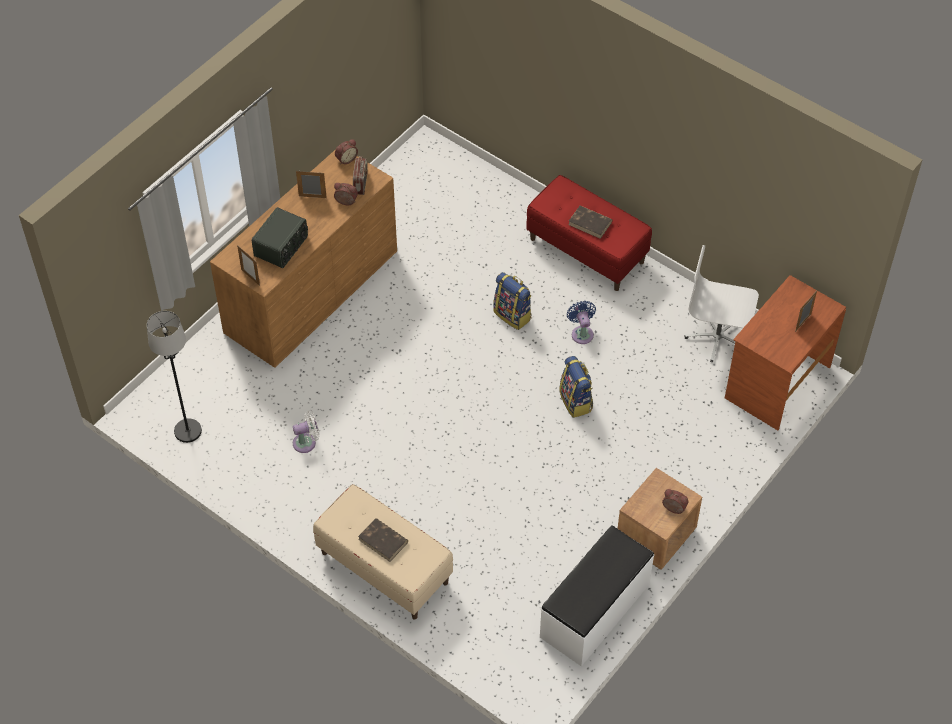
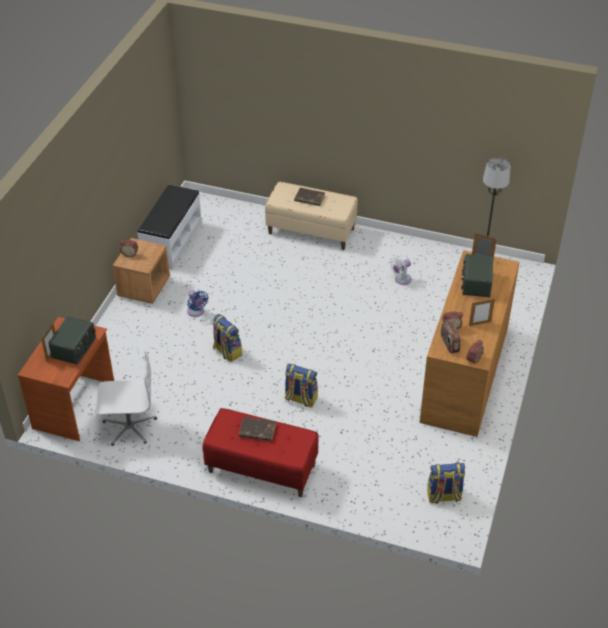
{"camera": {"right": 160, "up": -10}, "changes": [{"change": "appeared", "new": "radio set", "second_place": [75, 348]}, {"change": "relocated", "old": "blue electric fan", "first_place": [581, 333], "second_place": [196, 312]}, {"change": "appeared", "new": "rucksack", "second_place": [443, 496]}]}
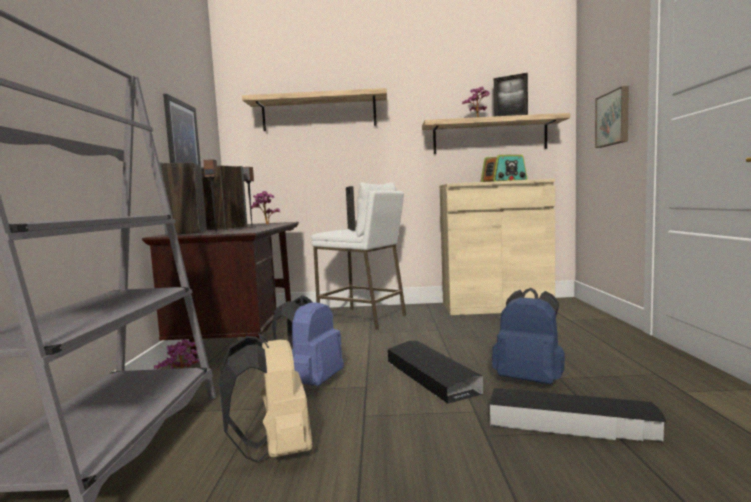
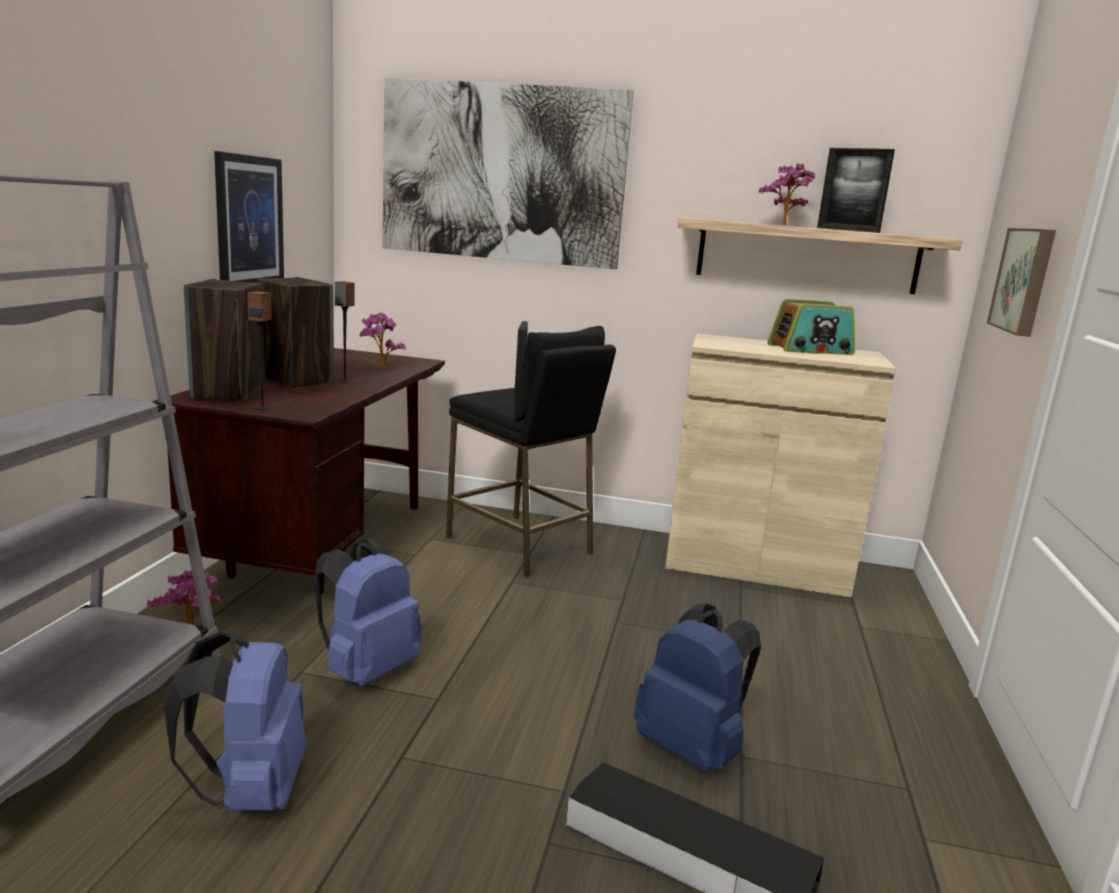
{"camera": {"right": 10, "up": 10}, "changes": [{"change": "colour", "old": "beige rucksack", "new": "blue rucksack", "first_place": [276, 451], "second_place": [249, 791]}, {"change": "exchanged", "old": "bracket shelf", "new": "wall picture", "first_place": [319, 113], "second_place": [502, 173]}, {"change": "colour", "old": "white-coloured stool", "new": "blackish stool", "first_place": [363, 319], "second_place": [520, 545]}, {"change": "missing", "old": "blackish storage bin", "first_place": [430, 376]}]}
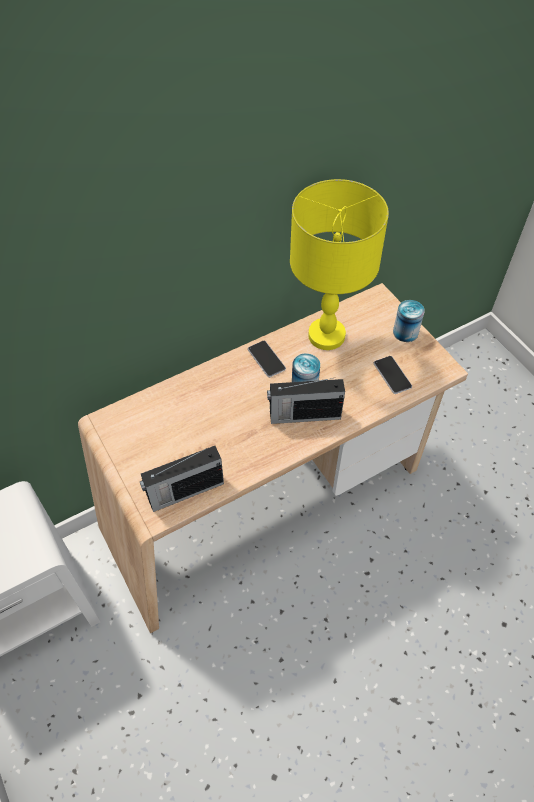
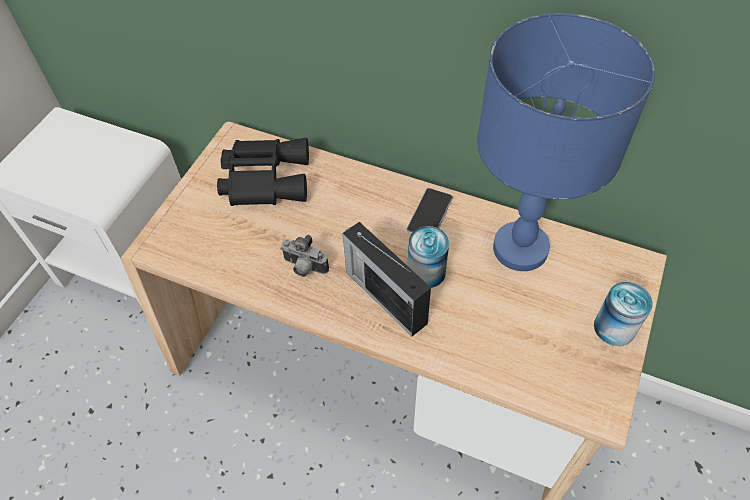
{"camera": {"right": 55, "up": 0}, "changes": [{"change": "appeared", "new": "blackish binoculars", "second_place": [264, 177]}, {"change": "appeared", "new": "still camera", "second_place": [304, 268]}, {"change": "colour", "old": "yellow tabletop lamp", "new": "blue tabletop lamp", "first_place": [326, 336], "second_place": [519, 249]}, {"change": "missing", "old": "radio set", "first_place": [184, 491]}, {"change": "missing", "old": "telephone", "first_place": [392, 375]}]}
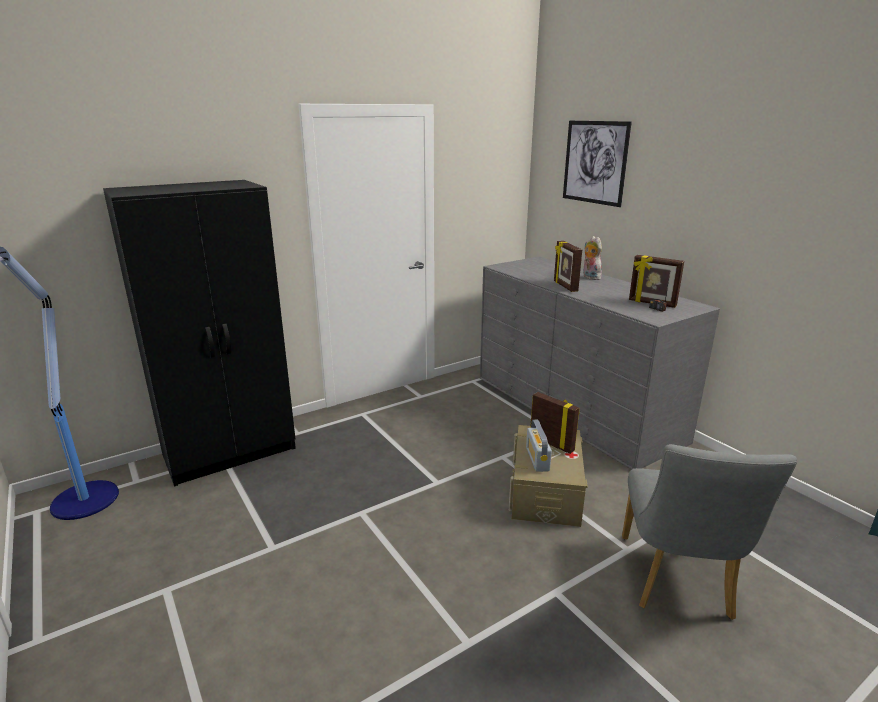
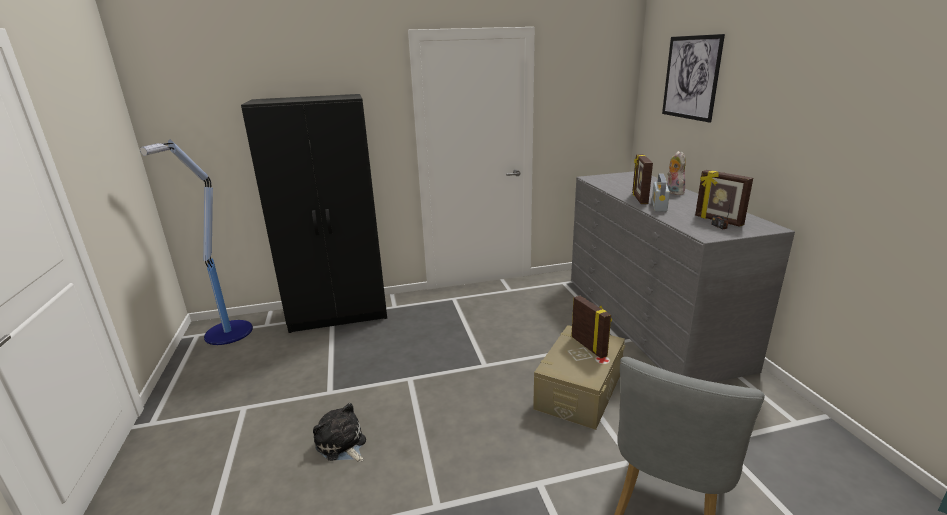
{"camera": {"right": 20, "up": 0}, "changes": [{"change": "appeared", "new": "plush toy", "second_place": [342, 445]}, {"change": "relocated", "old": "radio set", "first_place": [537, 459], "second_place": [659, 206]}]}
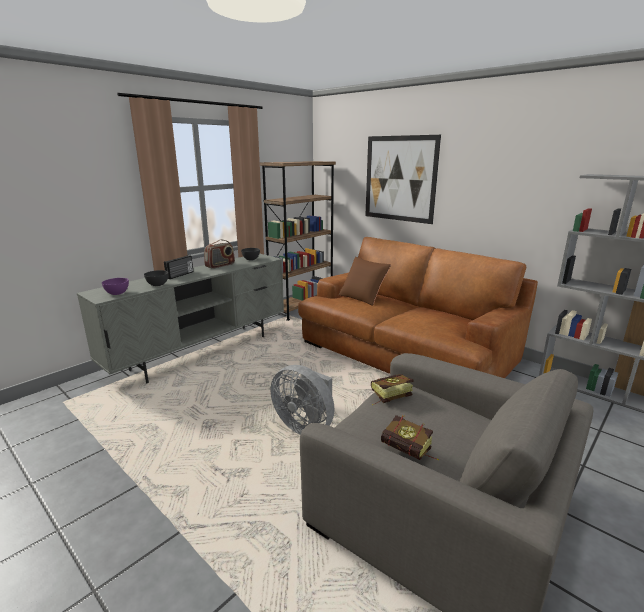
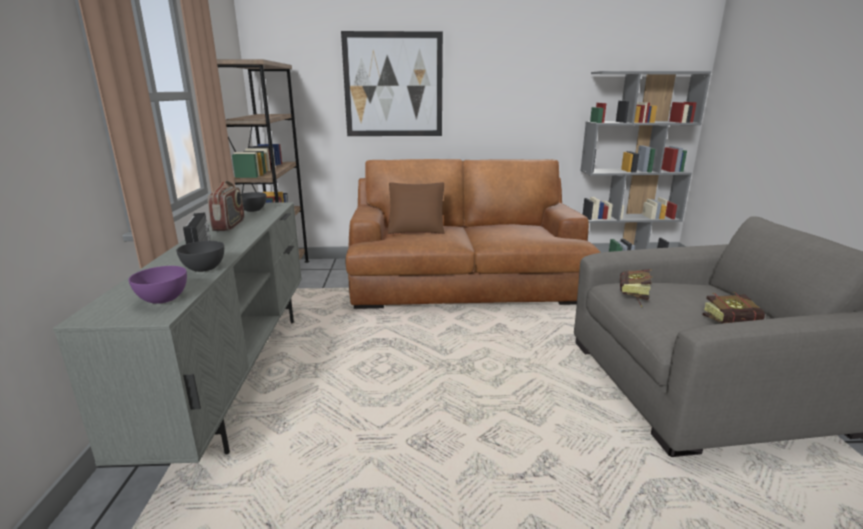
{"camera": {"right": -45, "up": 0}, "changes": [{"change": "missing", "old": "greyish electric fan", "first_place": [305, 425]}]}
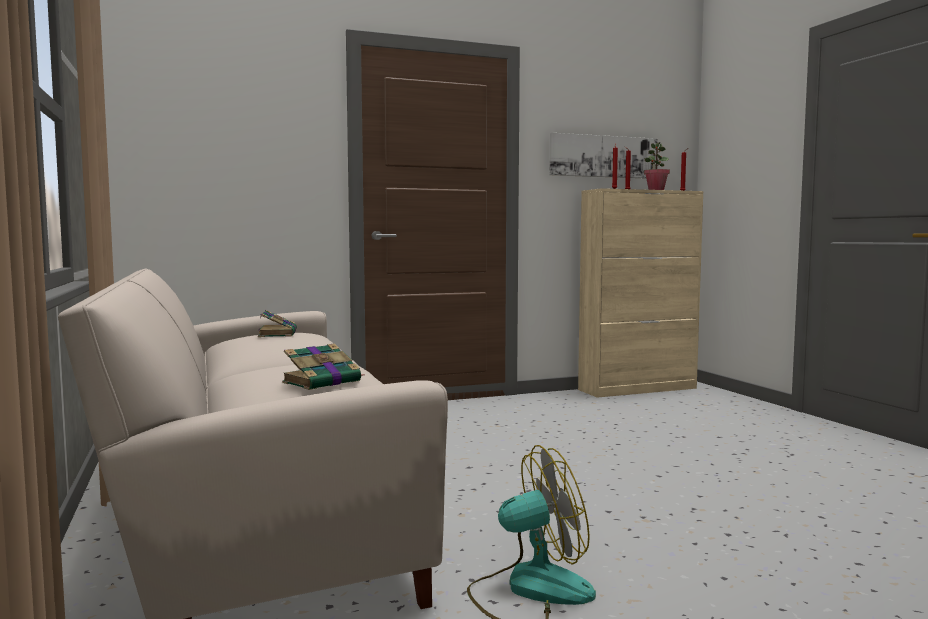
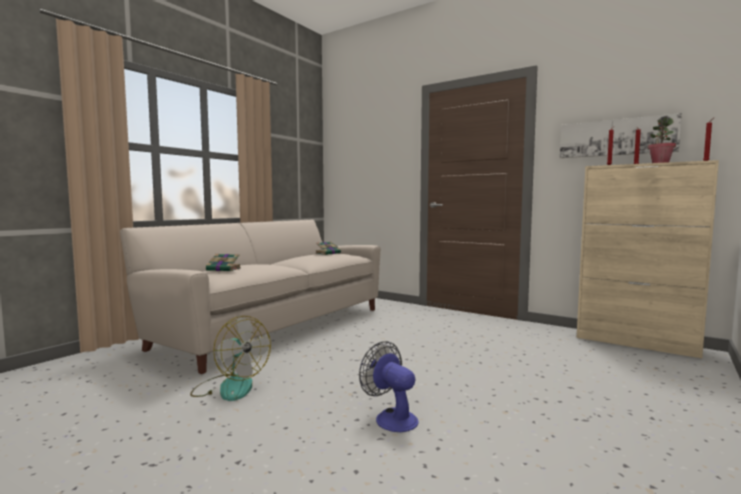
{"camera": {"right": 55, "up": 0}, "changes": [{"change": "appeared", "new": "electric fan", "second_place": [391, 417]}]}
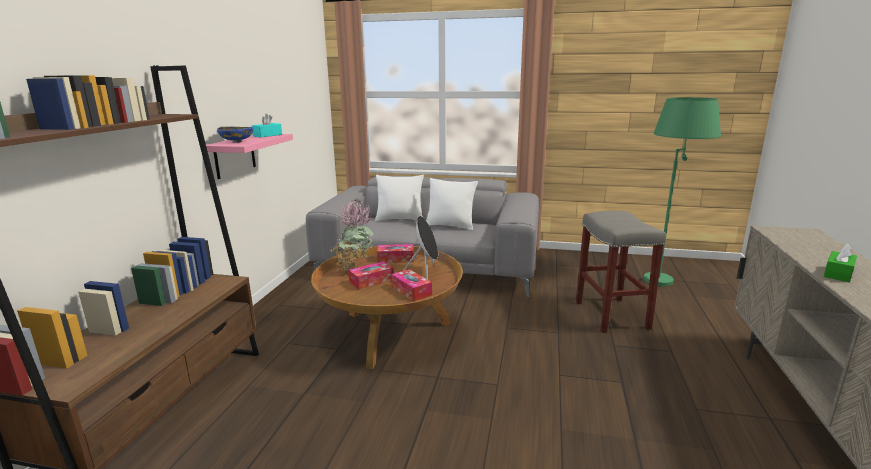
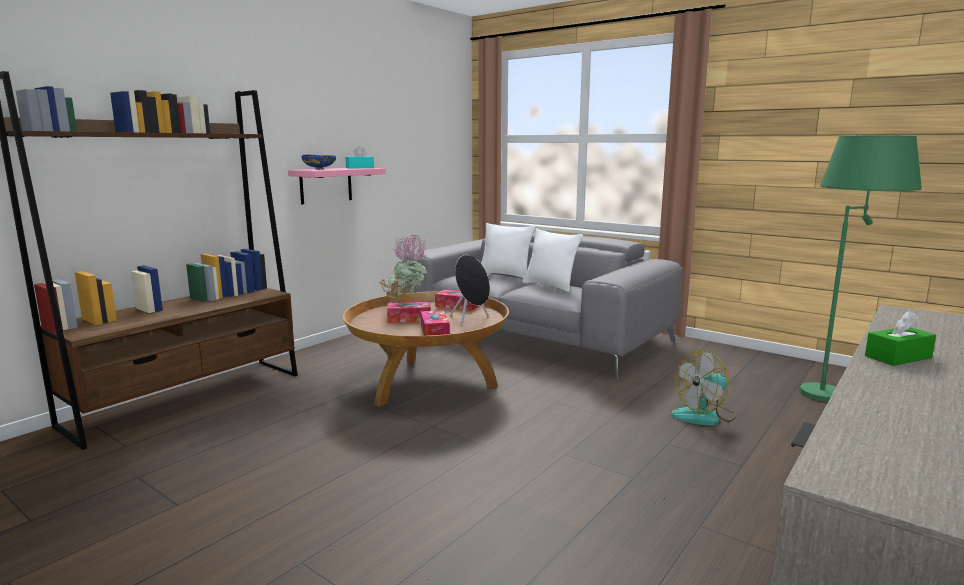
{"camera": {"right": 25, "up": -5}, "changes": [{"change": "exchanged", "old": "greyish stool", "new": "electric fan", "first_place": [612, 315], "second_place": [704, 416]}]}
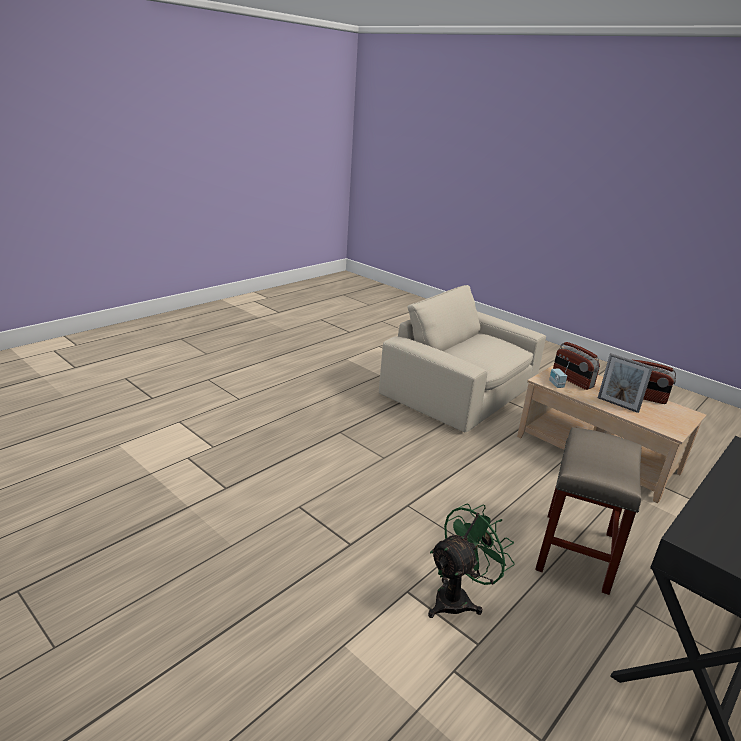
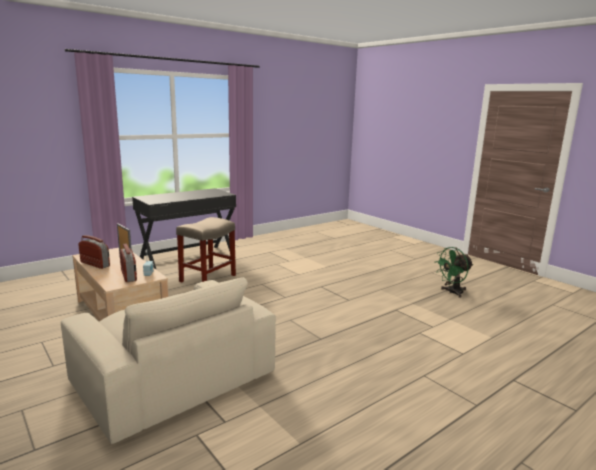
{"camera": {"right": -170, "up": -10}, "changes": [{"change": "relocated", "old": "green electric fan", "first_place": [458, 598], "second_place": [452, 292]}]}
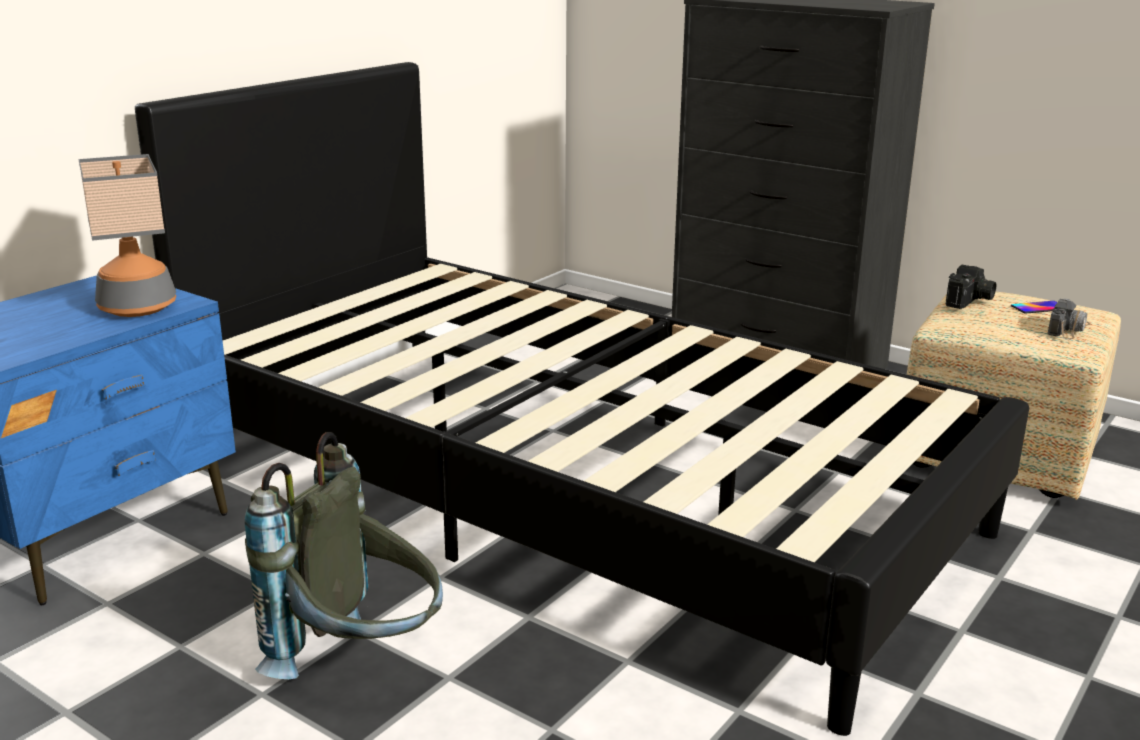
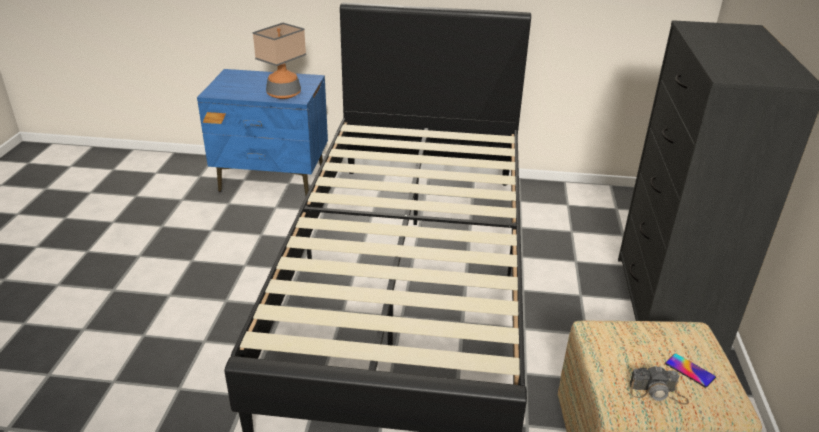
{"camera": {"right": 60, "up": 10}, "changes": [{"change": "missing", "old": "greyish rucksack", "first_place": [360, 661]}, {"change": "missing", "old": "still camera", "first_place": [970, 301]}]}
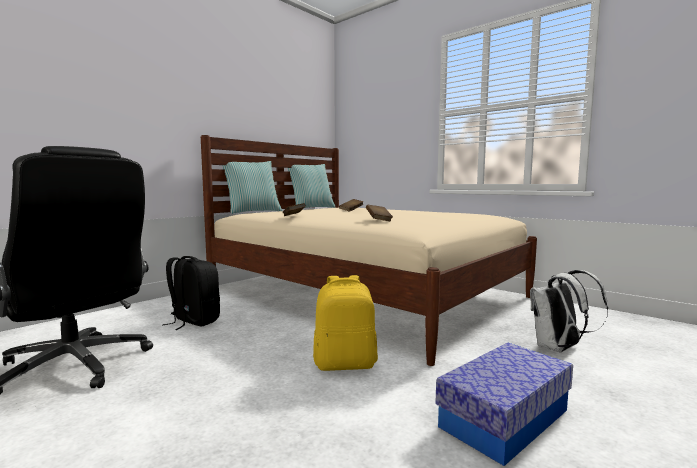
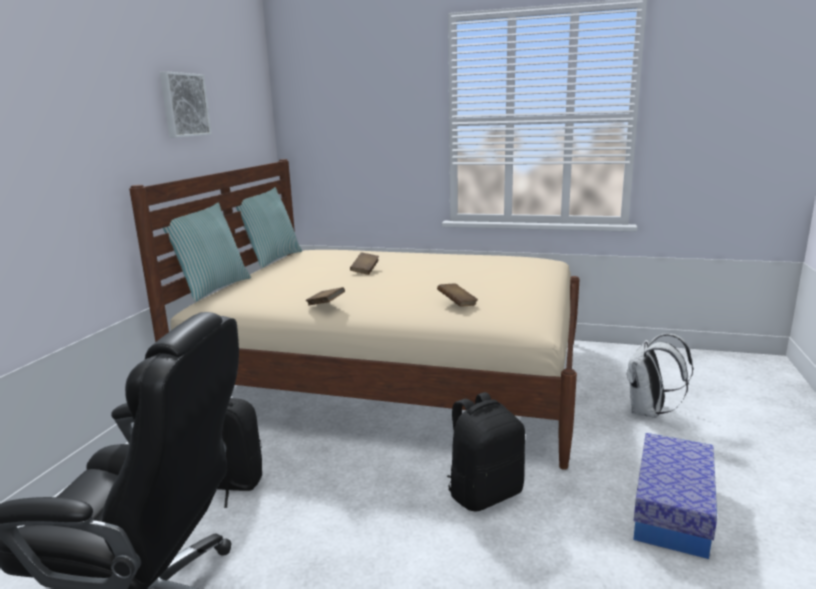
{"camera": {"right": -25, "up": 10}, "changes": [{"change": "appeared", "new": "wall picture", "second_place": [184, 105]}, {"change": "colour", "old": "yellow rucksack", "new": "blackish rucksack", "first_place": [345, 364], "second_place": [485, 493]}]}
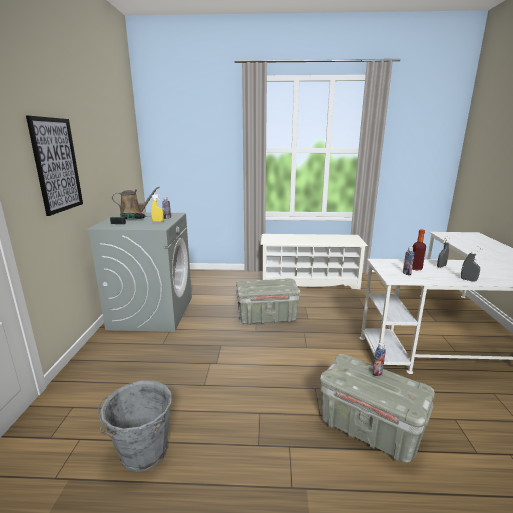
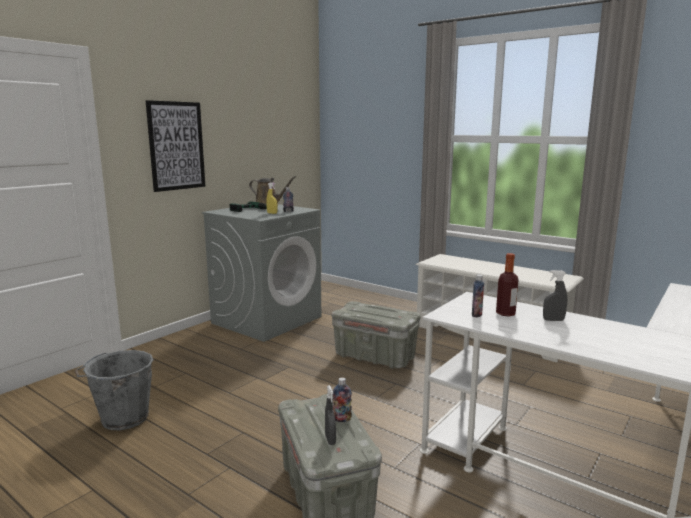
{"camera": {"right": 35, "up": -5}, "changes": [{"change": "relocated", "old": "greyish hand sprayer", "first_place": [468, 280], "second_place": [330, 440]}]}
